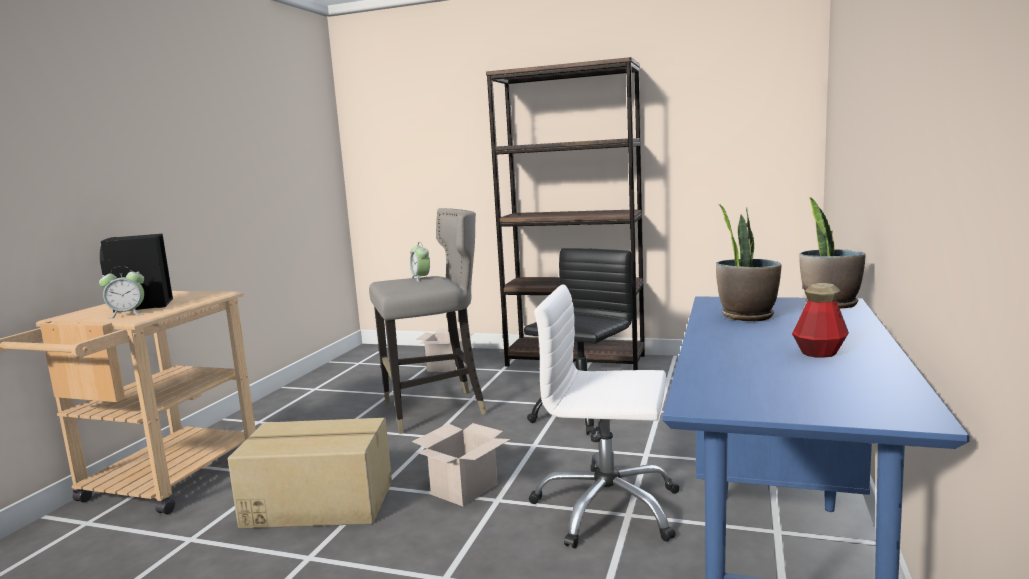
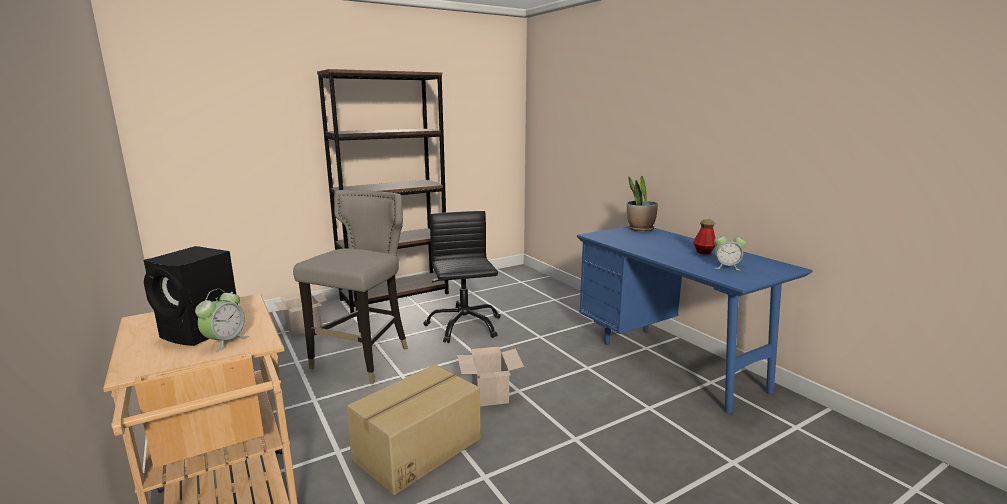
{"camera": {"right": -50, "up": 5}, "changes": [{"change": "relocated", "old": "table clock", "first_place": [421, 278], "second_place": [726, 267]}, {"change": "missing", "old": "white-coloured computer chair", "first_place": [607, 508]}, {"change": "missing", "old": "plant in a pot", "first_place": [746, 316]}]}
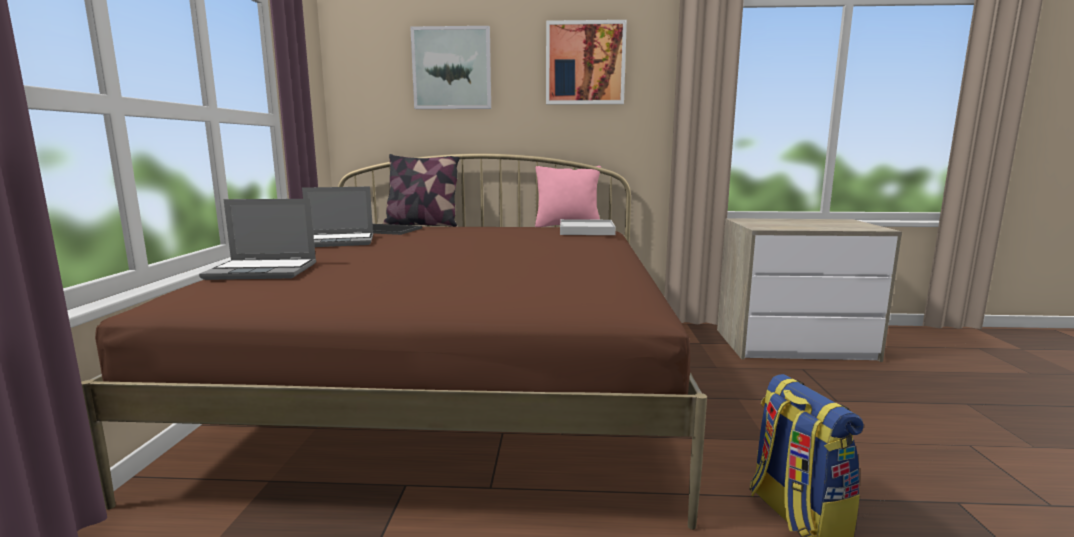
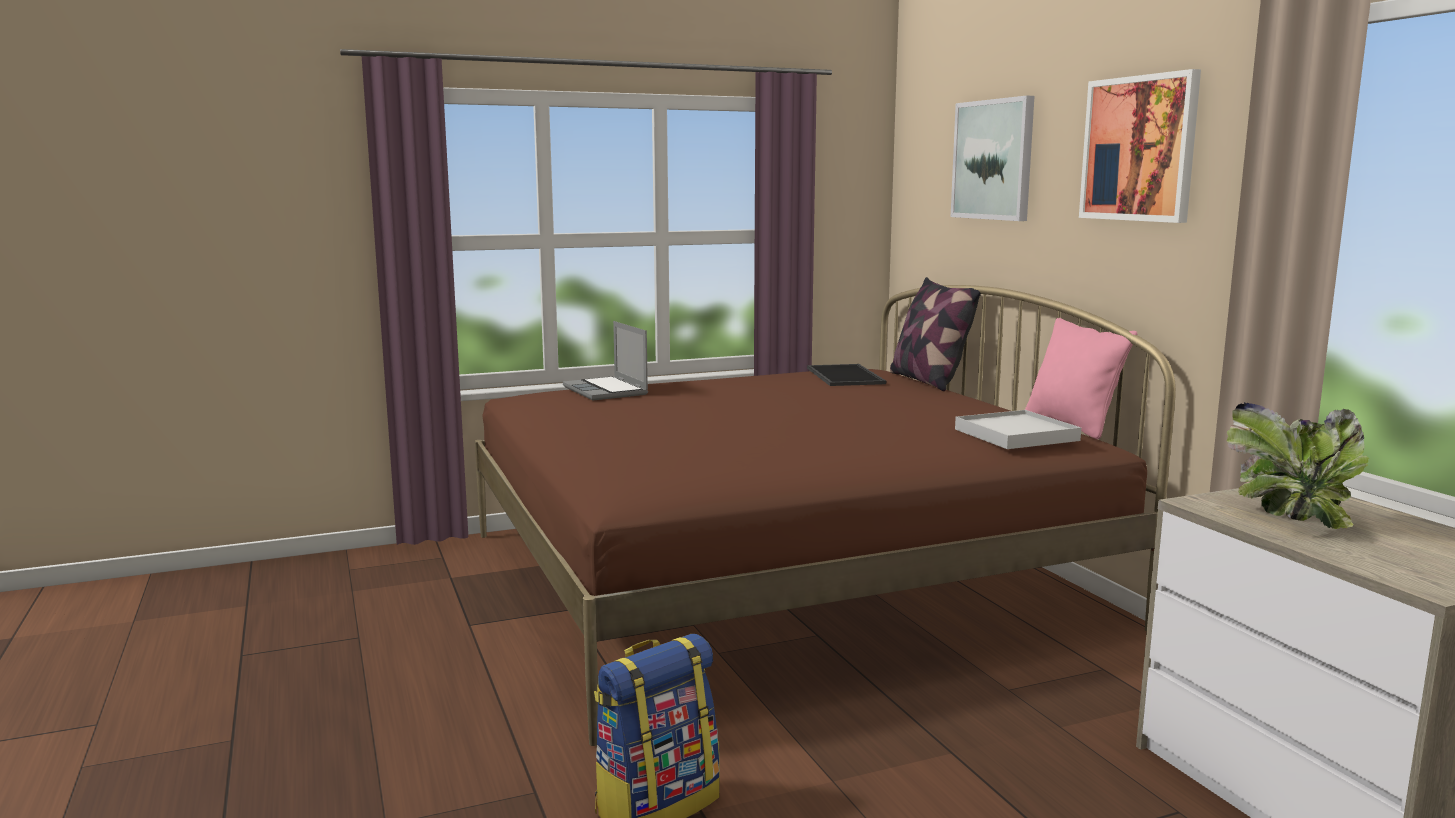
{"camera": {"right": 65, "up": 0}, "changes": [{"change": "appeared", "new": "plant in a pot", "second_place": [1293, 517]}, {"change": "missing", "old": "portable computer", "first_place": [339, 242]}]}
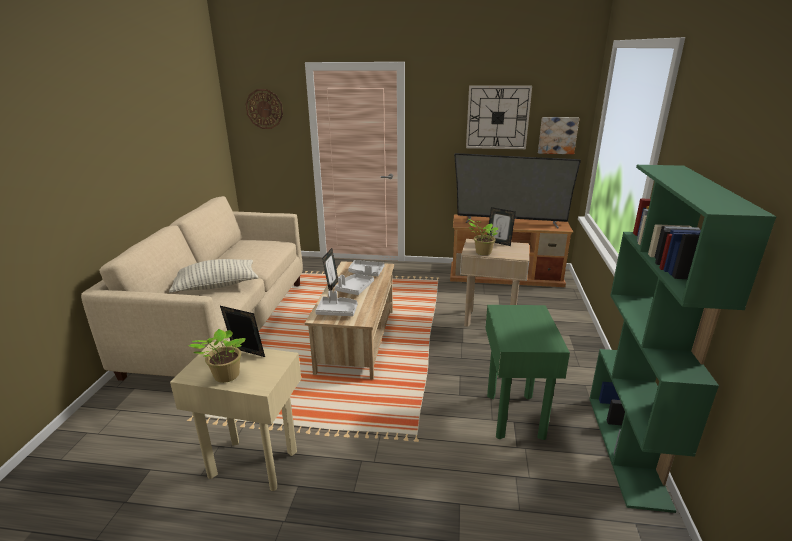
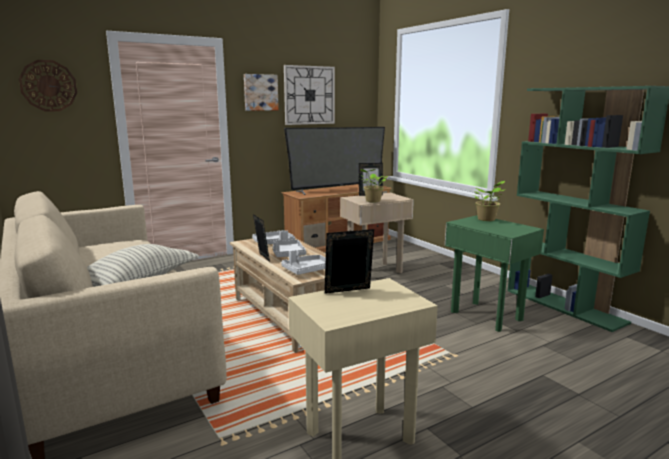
{"camera": {"right": -40, "up": -10}, "changes": [{"change": "relocated", "old": "wall picture", "first_place": [557, 135], "second_place": [260, 92]}, {"change": "relocated", "old": "plant in a pot", "first_place": [225, 376], "second_place": [487, 219]}]}
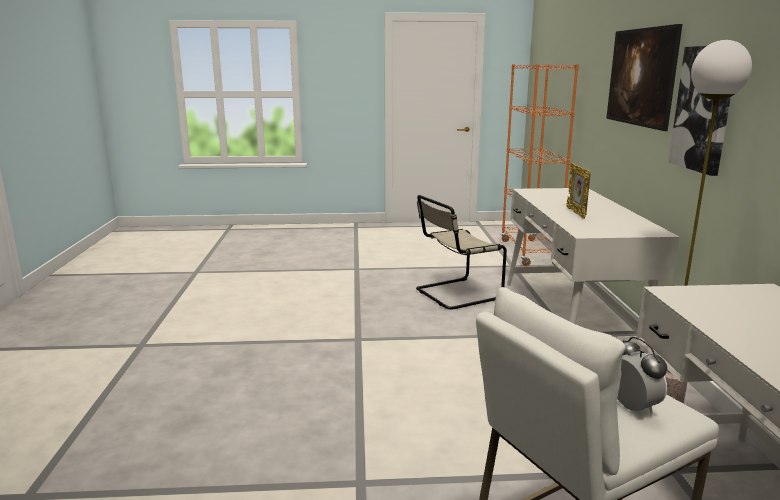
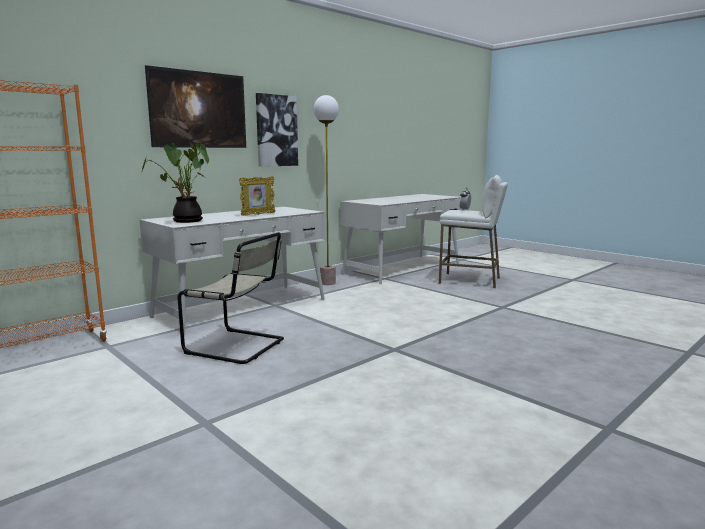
{"camera": {"right": -130, "up": -5}, "changes": [{"change": "appeared", "new": "plant in a pot", "second_place": [185, 221]}]}
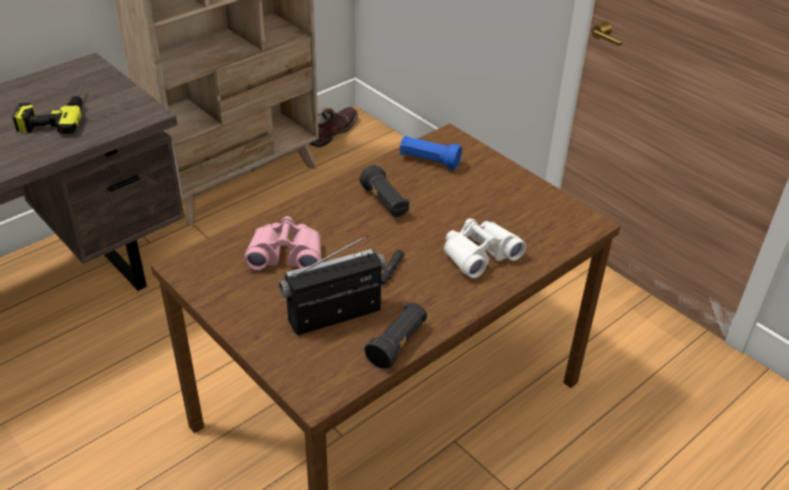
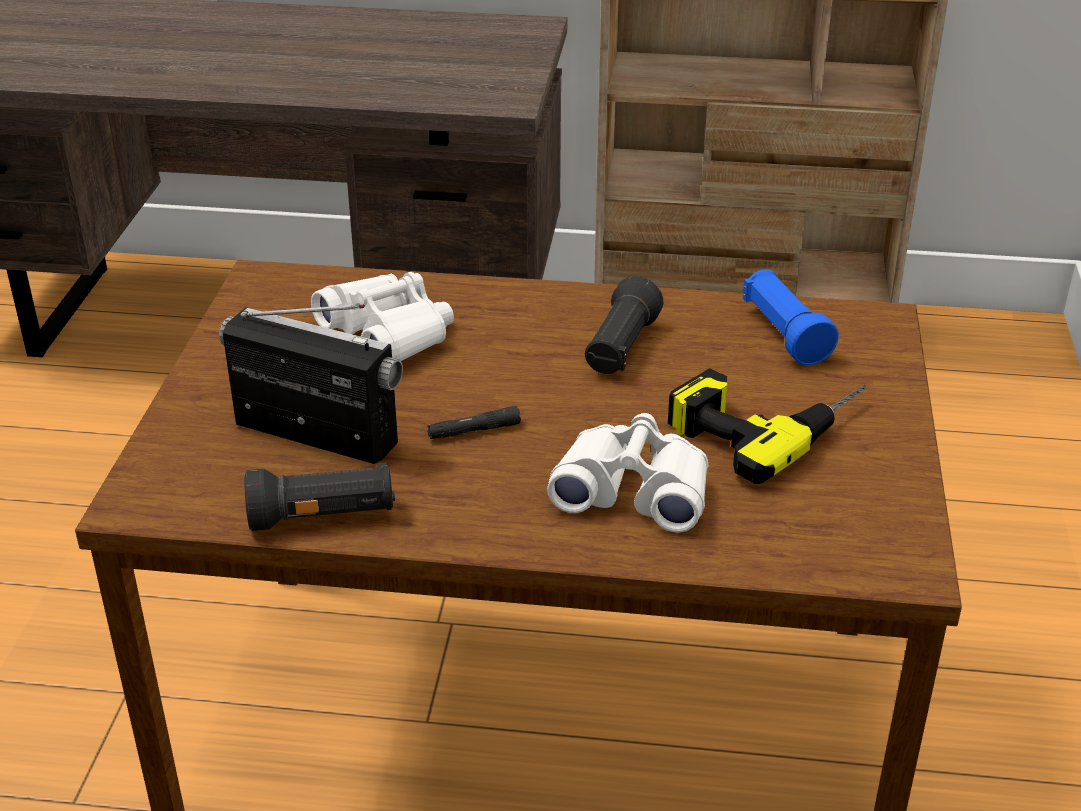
{"camera": {"right": 50, "up": -5}, "changes": [{"change": "colour", "old": "pink binoculars", "new": "white-coloured binoculars", "first_place": [286, 254], "second_place": [388, 333]}, {"change": "relocated", "old": "electric drill", "first_place": [54, 114], "second_place": [765, 421]}, {"change": "missing", "old": "brown boot", "first_place": [332, 131]}]}
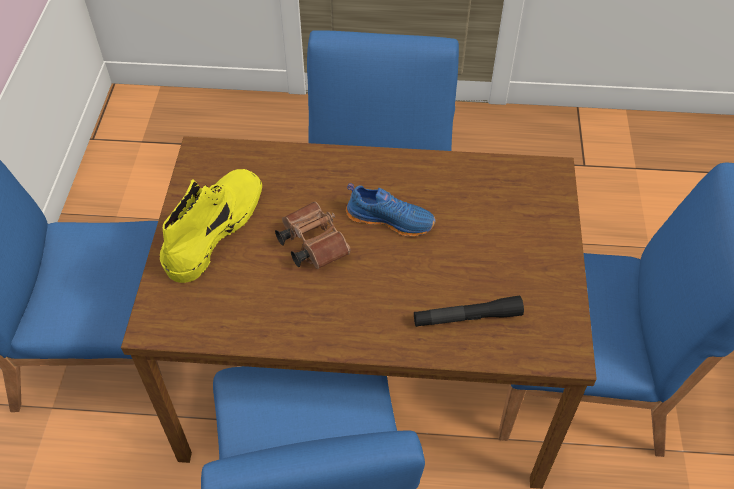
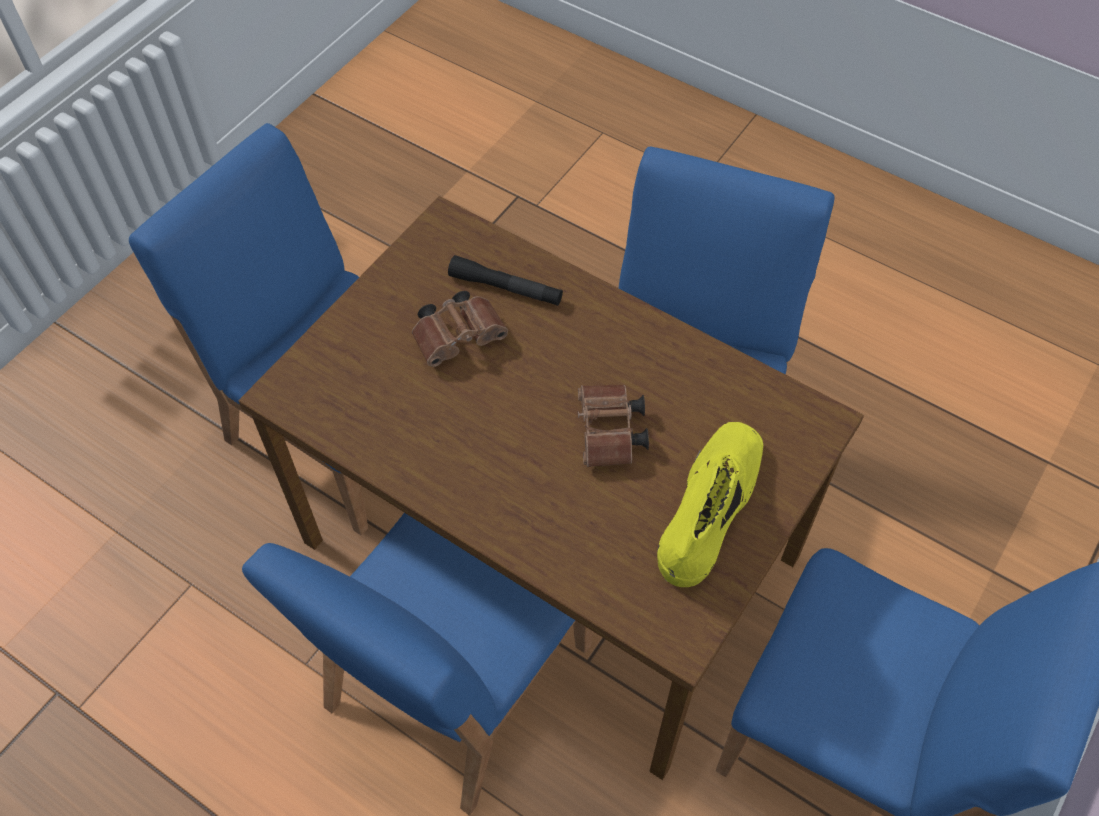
{"camera": {"right": -150, "up": 5}, "changes": [{"change": "appeared", "new": "brown binoculars", "second_place": [461, 337]}, {"change": "spun", "old": "yellow boot", "first_place": [216, 229], "second_place": [710, 506], "degrees": 150}, {"change": "missing", "old": "blue shoe", "first_place": [390, 219]}]}
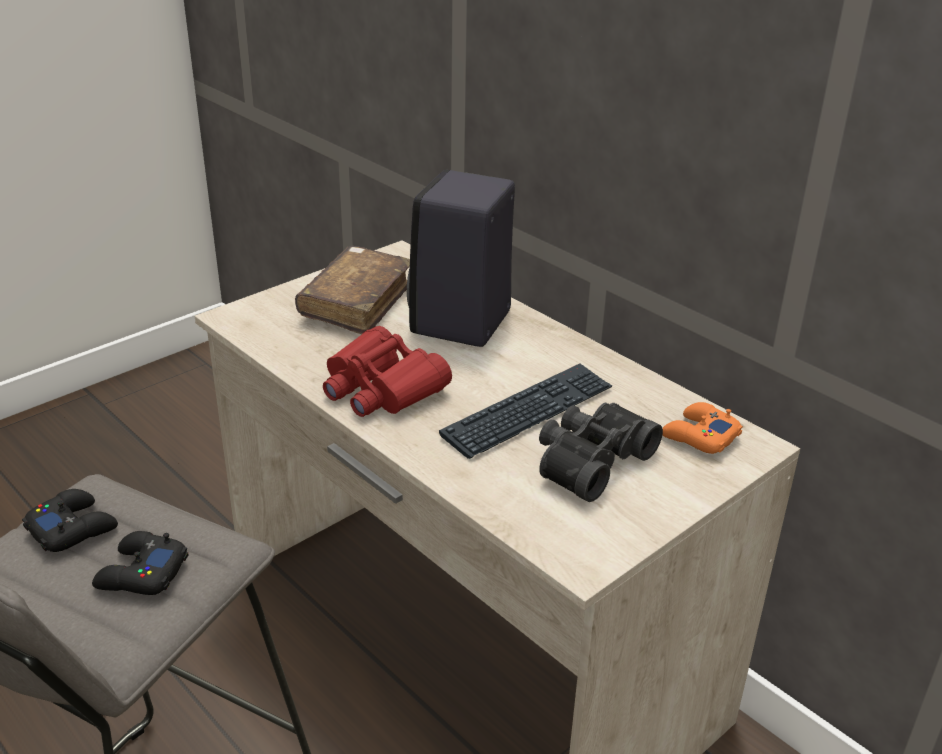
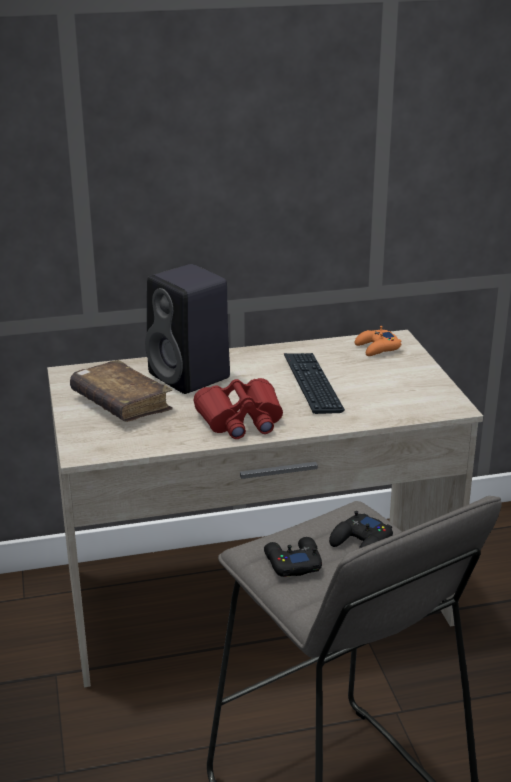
{"camera": {"right": -60, "up": -5}, "changes": [{"change": "missing", "old": "blackish binoculars", "first_place": [589, 460]}]}
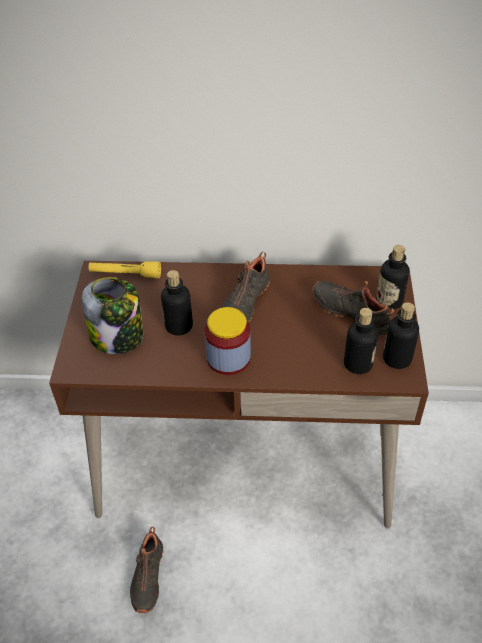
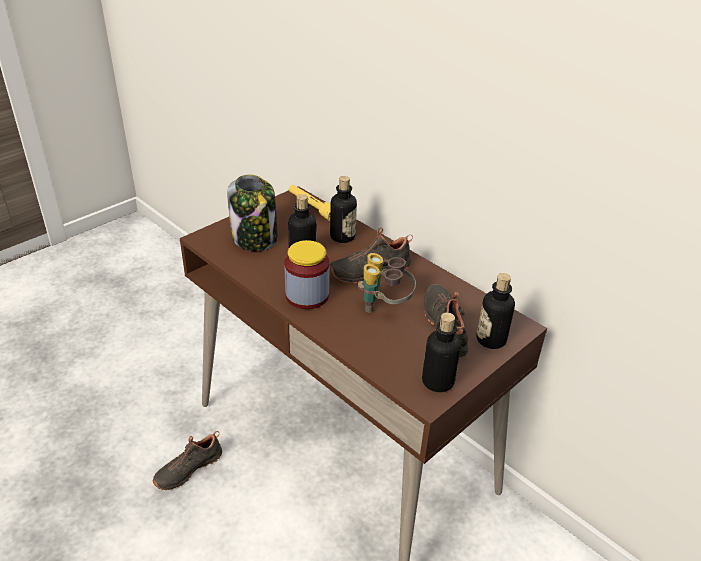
{"camera": {"right": 40, "up": -10}, "changes": [{"change": "relocated", "old": "beverage bottle", "first_place": [358, 364], "second_place": [342, 236]}, {"change": "appeared", "new": "binoculars", "second_place": [384, 306]}]}
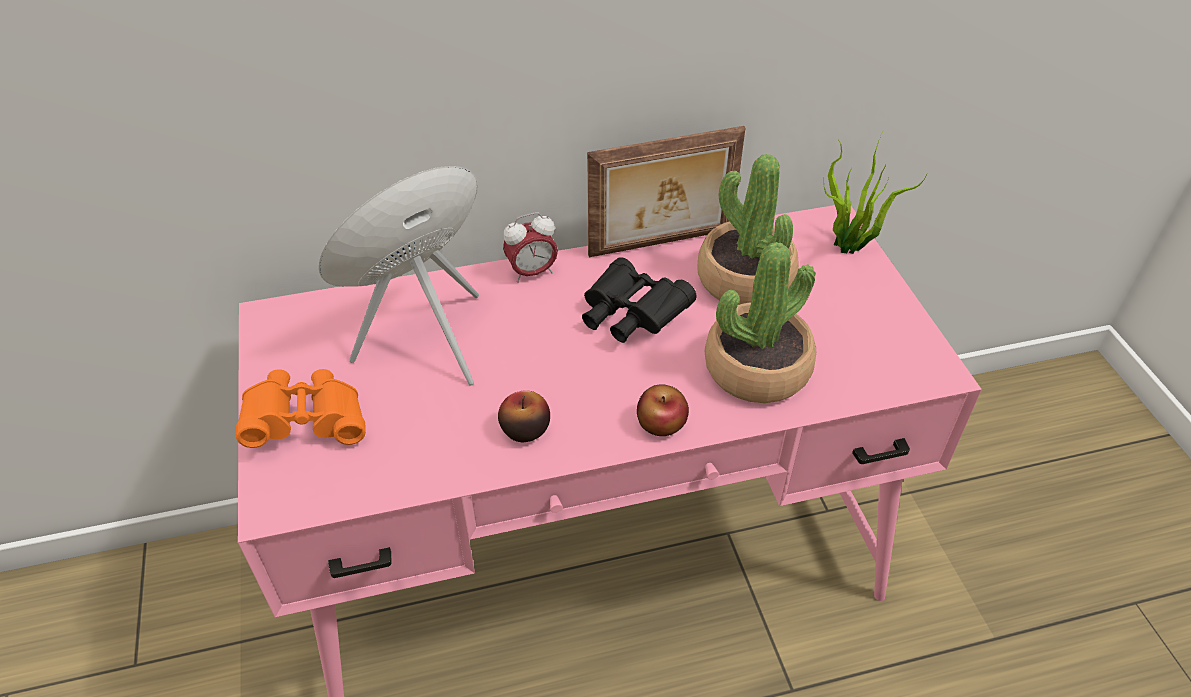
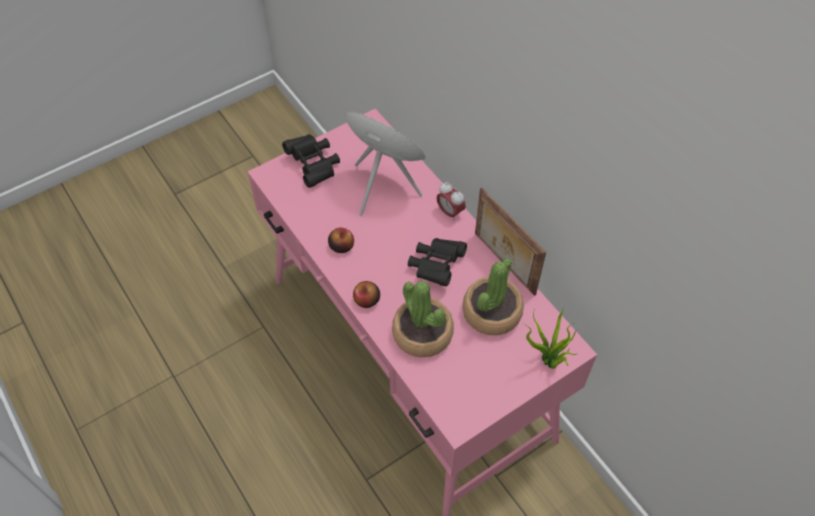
{"camera": {"right": 70, "up": 10}, "changes": [{"change": "colour", "old": "orange binoculars", "new": "blackish binoculars", "first_place": [307, 423], "second_place": [314, 165]}]}
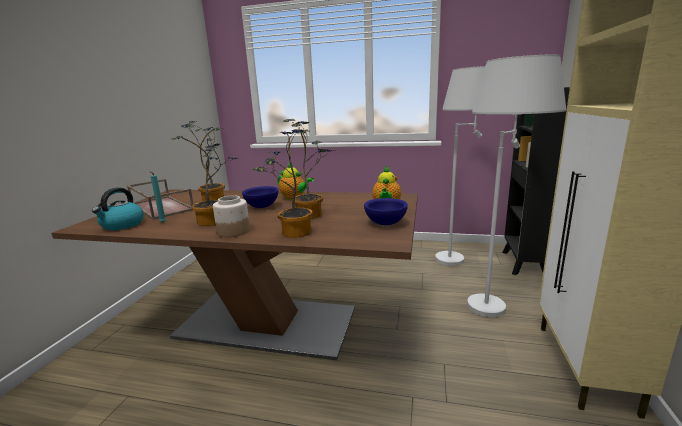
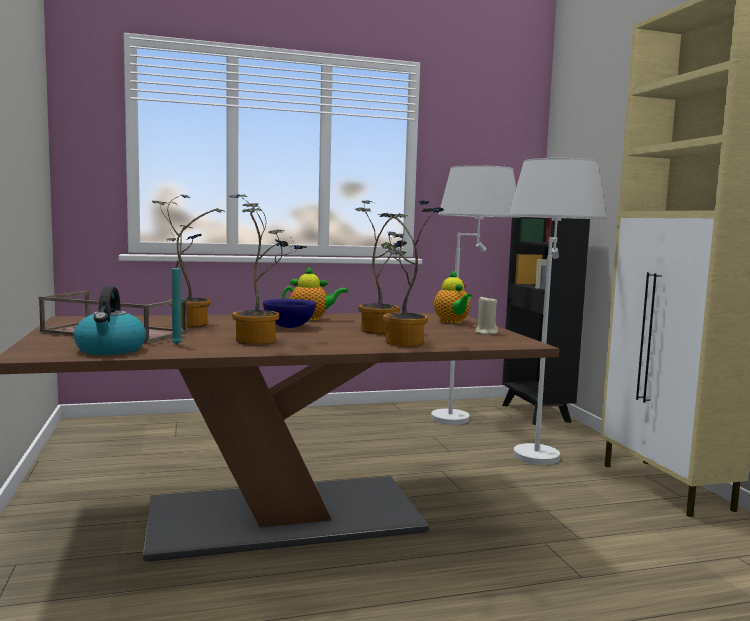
{"camera": {"right": -30, "up": -10}, "changes": [{"change": "exchanged", "old": "blue serving bowl", "new": "beige candle", "first_place": [385, 223], "second_place": [486, 332]}, {"change": "missing", "old": "jar", "first_place": [233, 231]}]}
